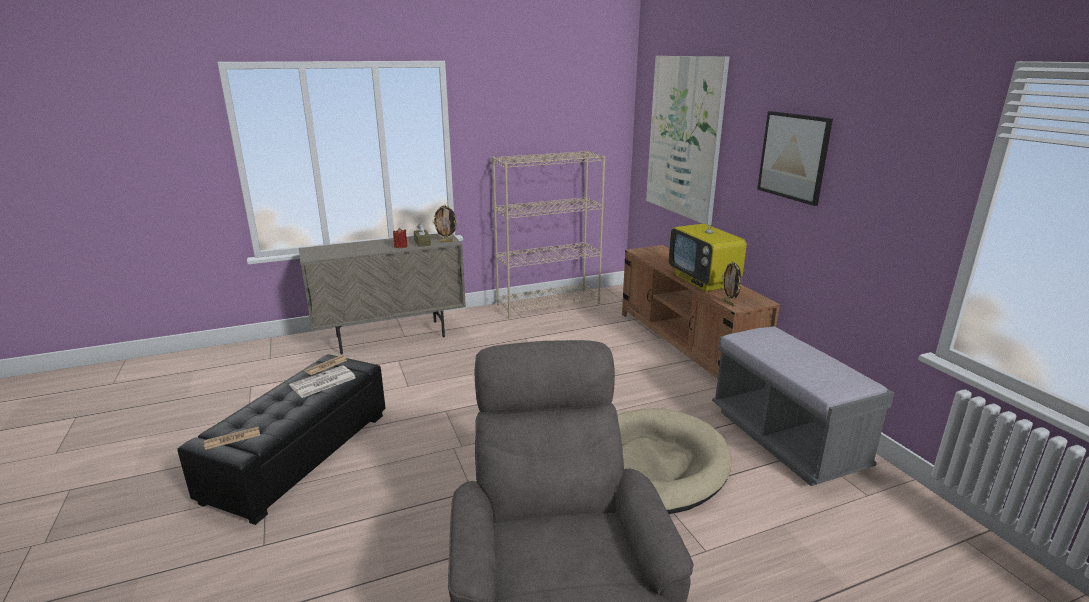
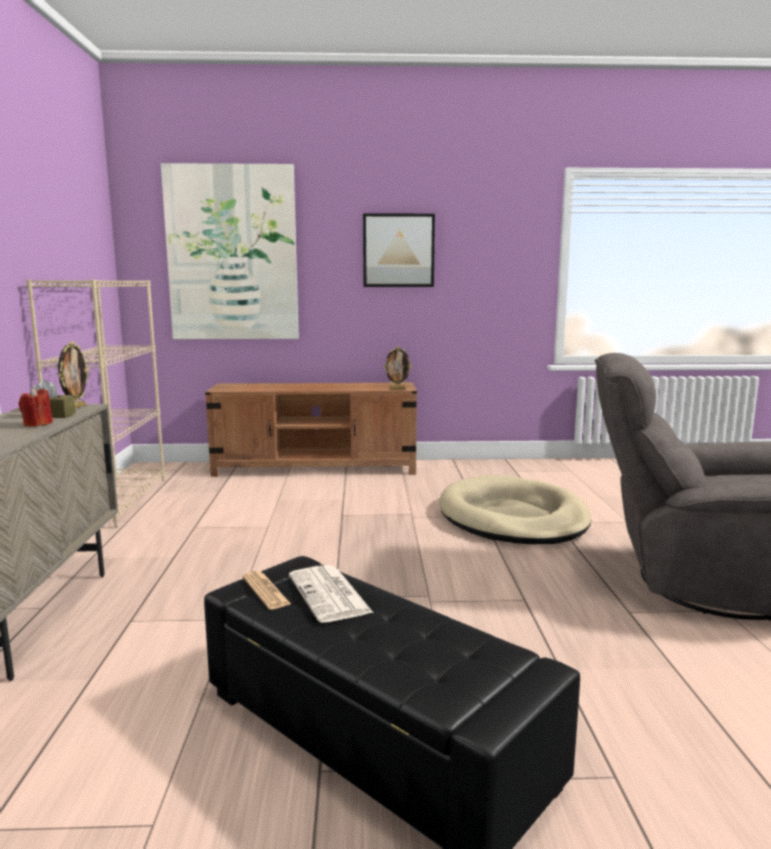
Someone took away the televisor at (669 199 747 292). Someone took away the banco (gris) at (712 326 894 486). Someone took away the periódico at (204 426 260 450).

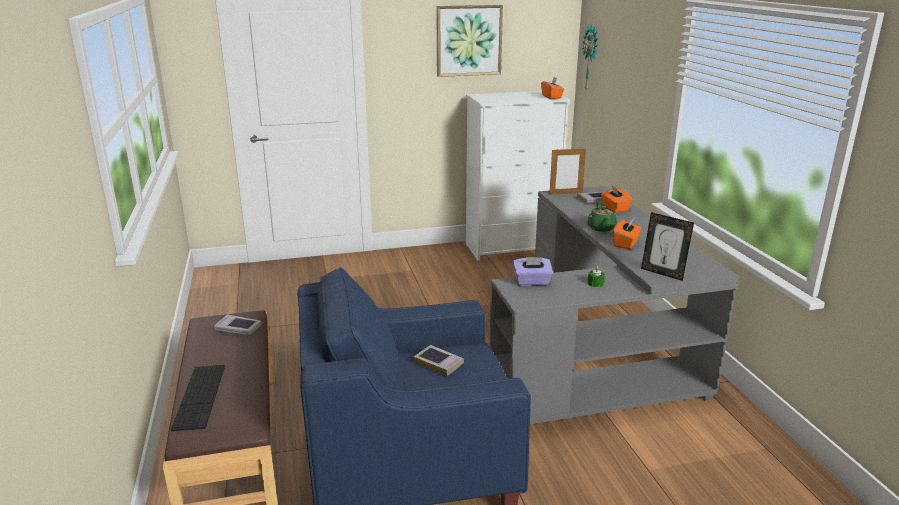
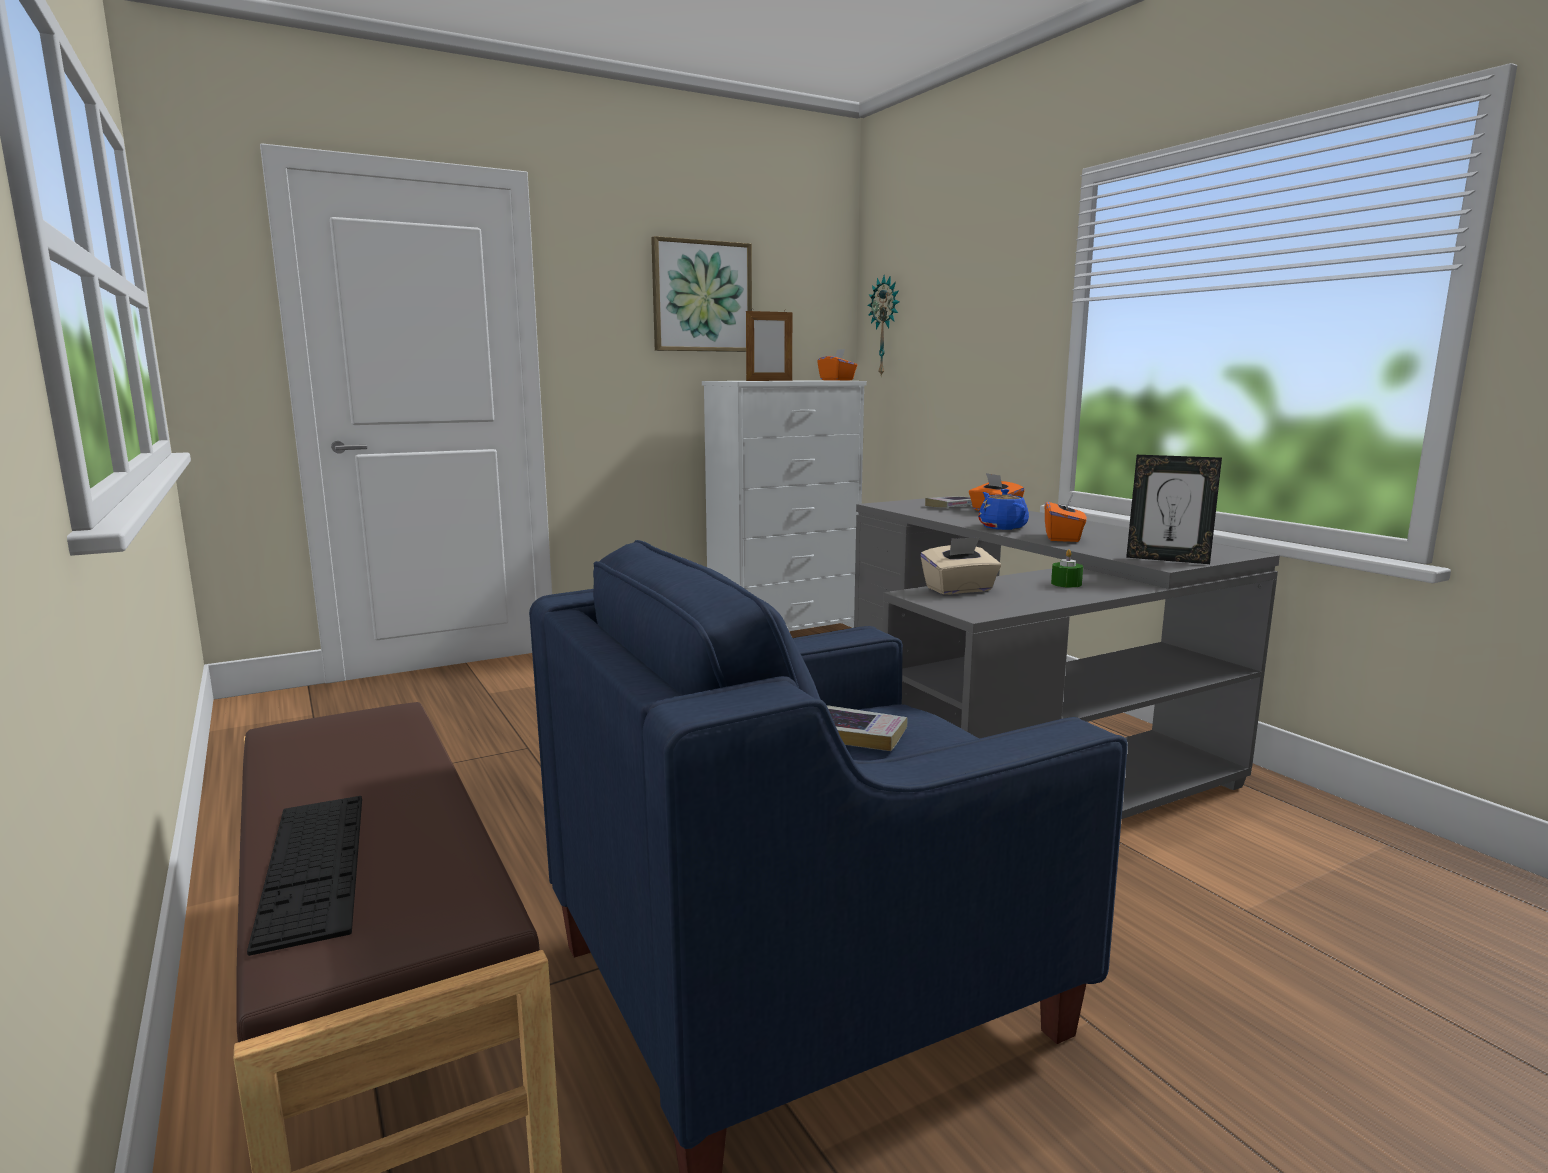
Someone carried the portarretratos from (549 147 586 195) to (746 310 792 381). Someone repainted the tetera (verde) at (587 203 617 232), which became the tetera (azul) at (978 489 1029 530). Someone repainted the caja de pañuelos (morado) at (513 257 553 286), which became the caja de pañuelos (beis) at (920 537 1001 594). Someone took away the libro at (214 314 262 335).

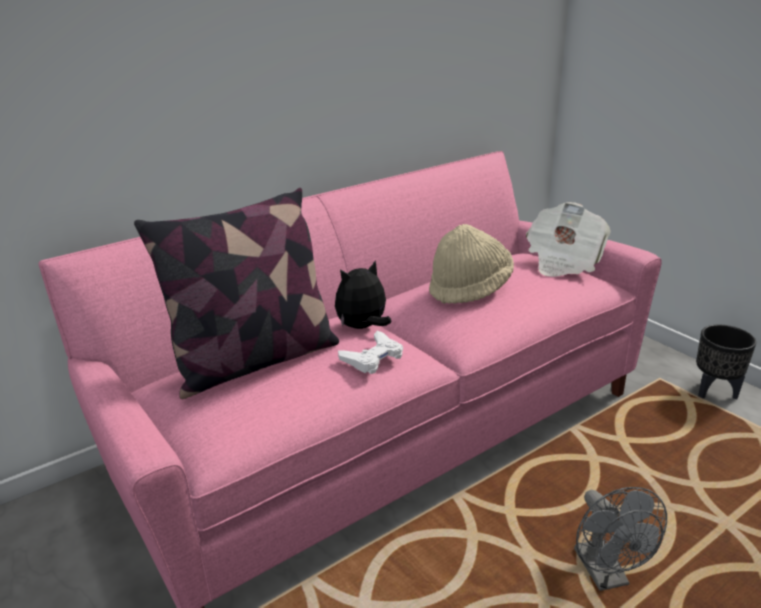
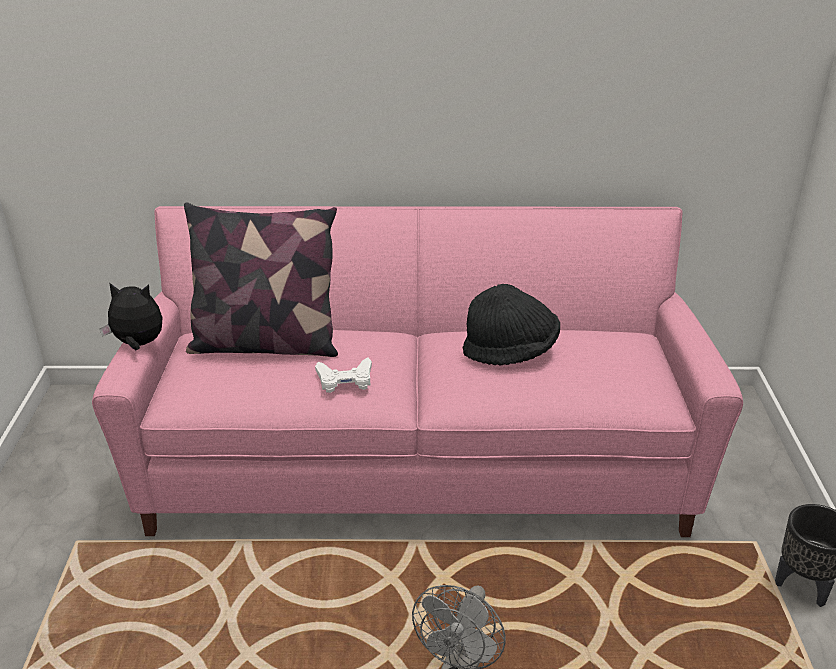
Someone took away the periódico at (526 202 611 277). Someone repainted the sombrero (beis) at (429 224 514 304), which became the sombrero (negro) at (463 284 560 366). Someone carried the peluche from (335 260 391 329) to (100 282 163 350).

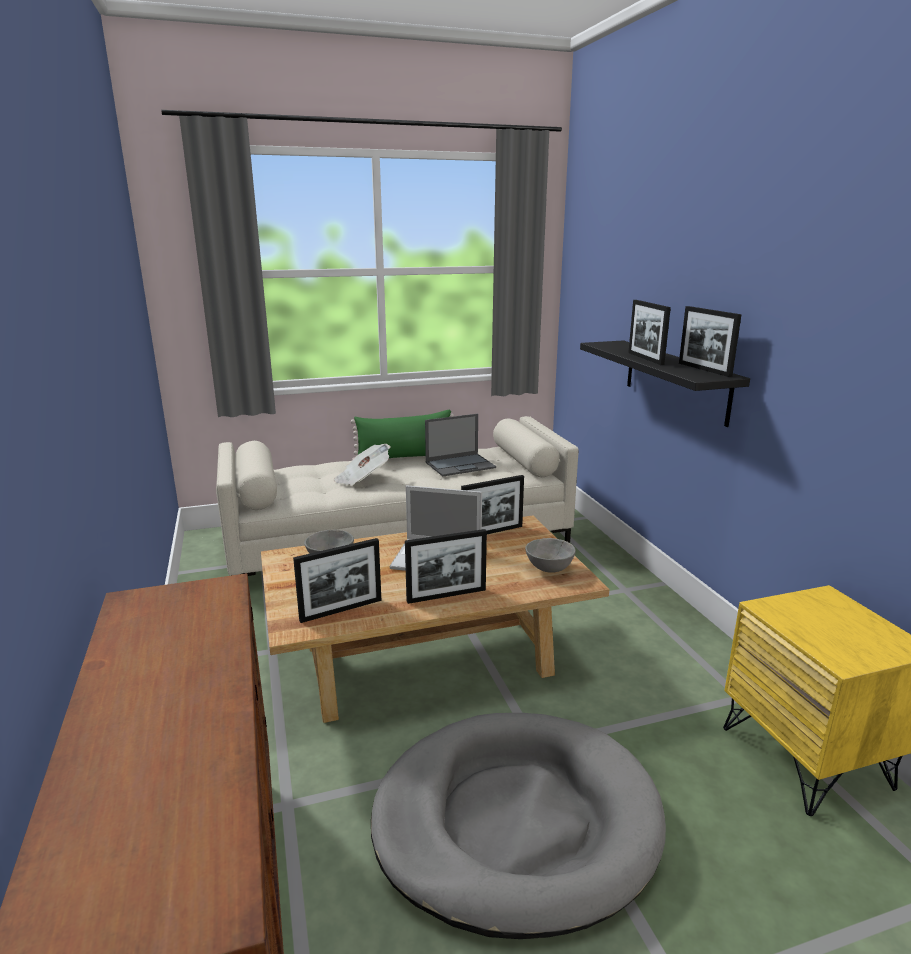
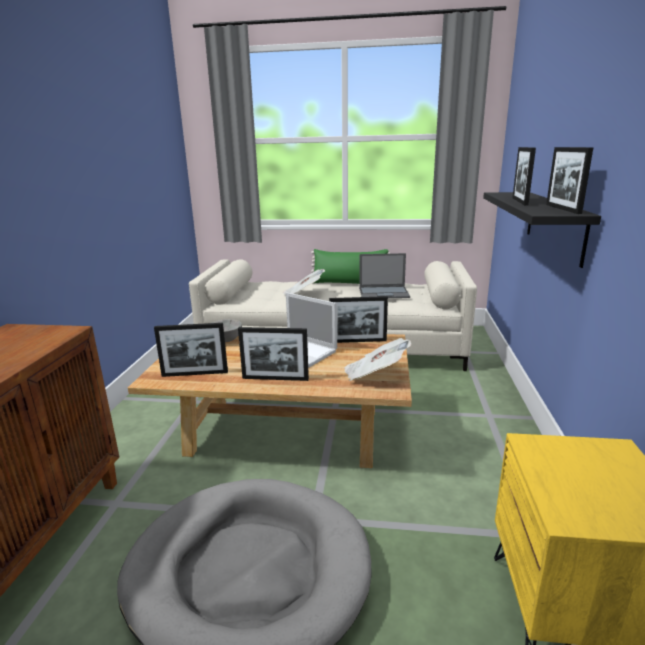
Someone swapped the cuenco (gris) at (525 538 576 573) for the periódico at (344 338 411 381).

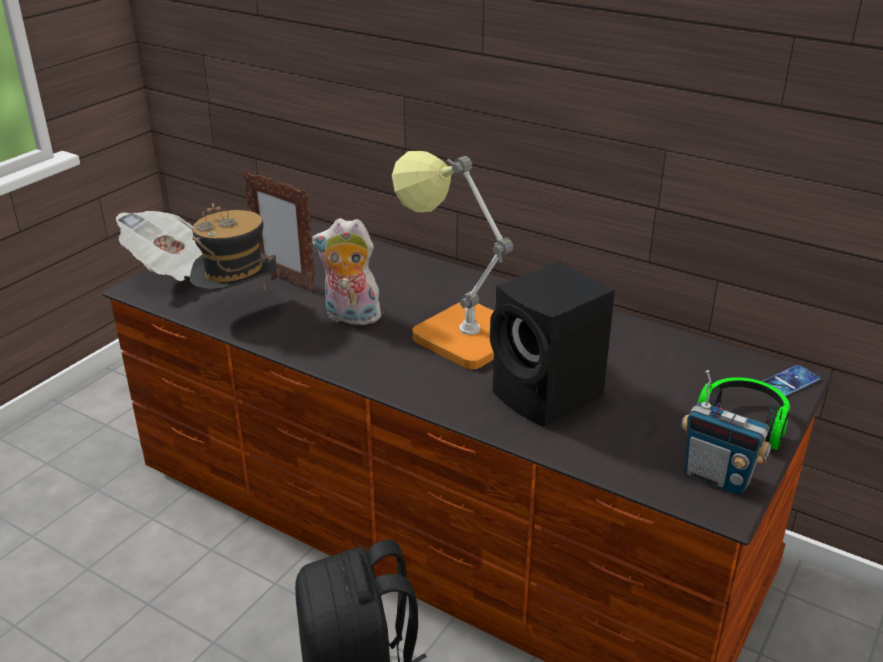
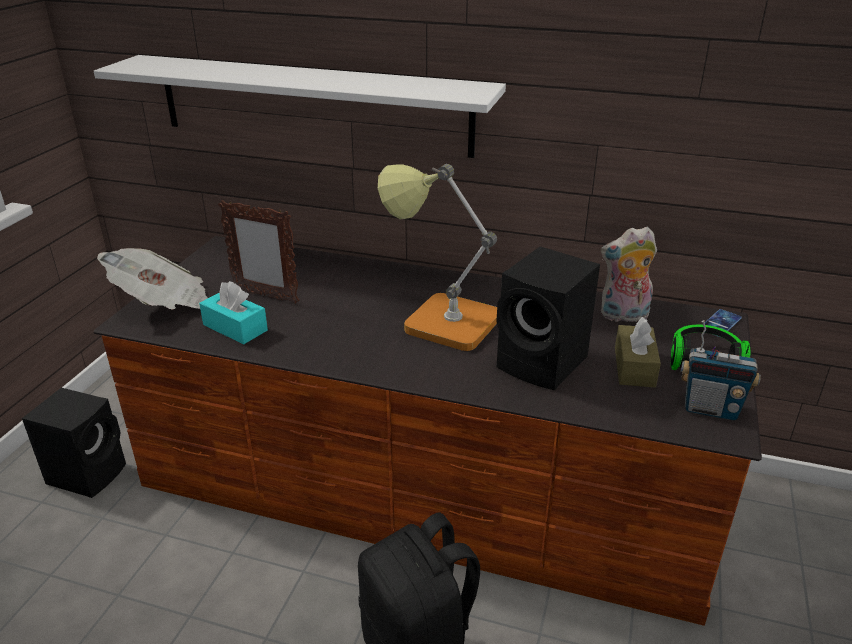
Someone swapped the sombrero at (190 203 280 291) for the caja de pañuelos (turquesa) at (199 281 268 344). Someone carried the peluche from (312 218 381 326) to (601 227 657 322). Someone put up the estante (blanco) at (94 55 506 158). Someone put down the caja de pañuelos (marrón) at (615 317 661 388). Someone put down the altavoz (negro) at (22 388 126 498).

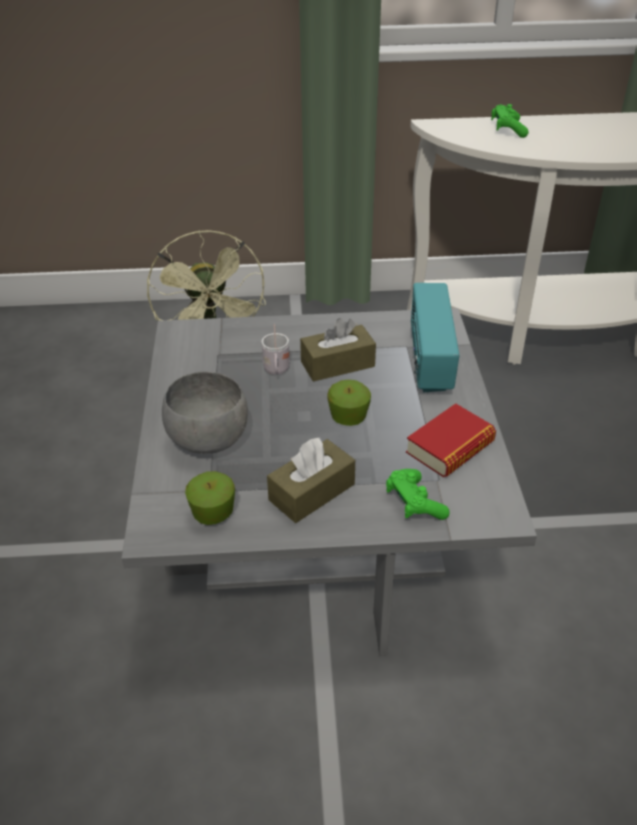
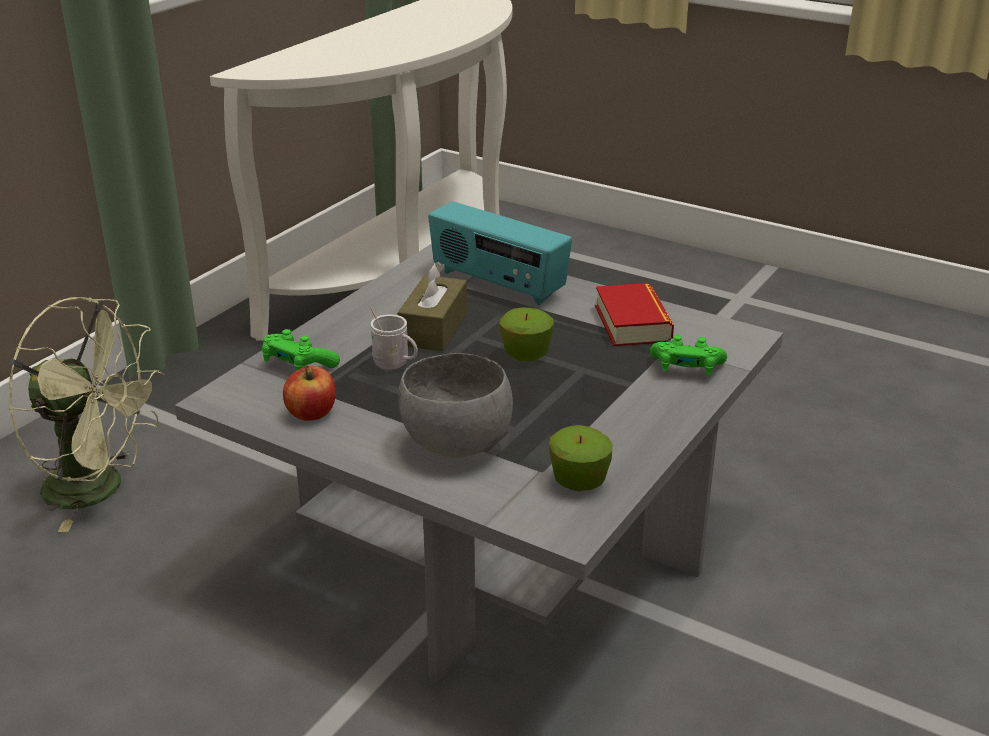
Someone carried the mando de consola (verde) from (491 104 529 138) to (262 329 340 371). Someone took away the caja de pañuelos (marrón) at (267 438 355 523). Someone put down the manzana at (283 365 336 421).

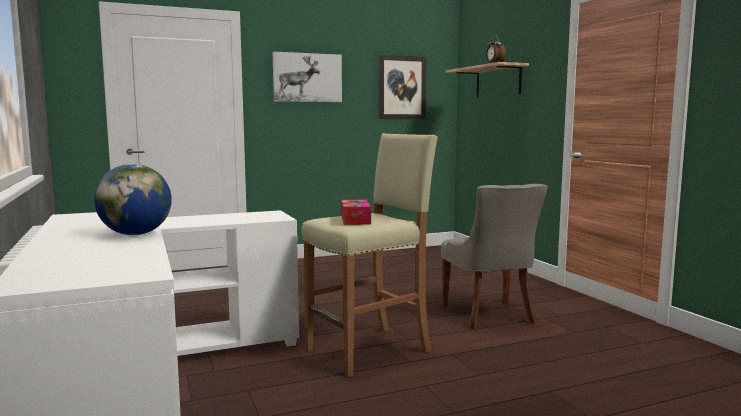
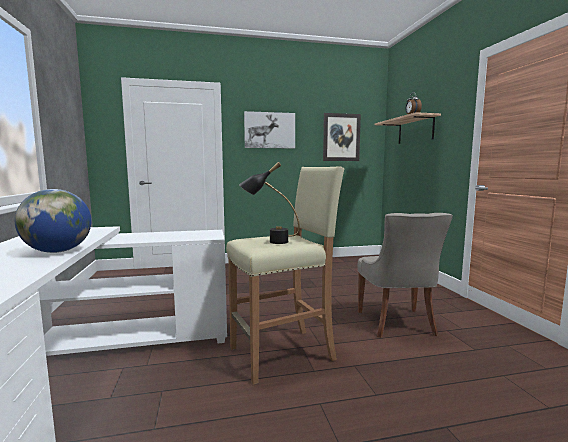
Someone swapped the caja de pañuelos at (341 200 371 225) for the lámpara de mesa (negro) at (239 162 300 244).

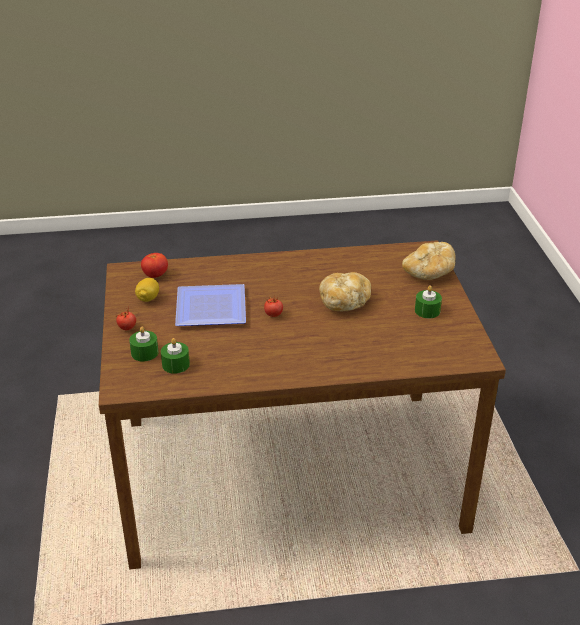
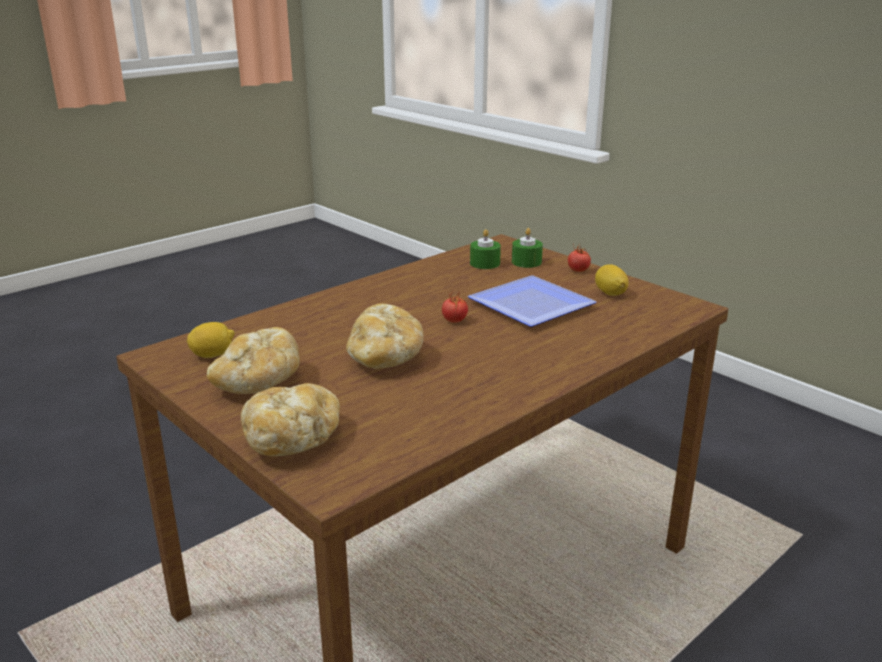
Someone took away the tomate at (141 253 168 278). Someone swapped the vela (verde) at (415 285 442 318) for the pan at (207 327 300 394). Someone put down the limón at (187 322 235 358).

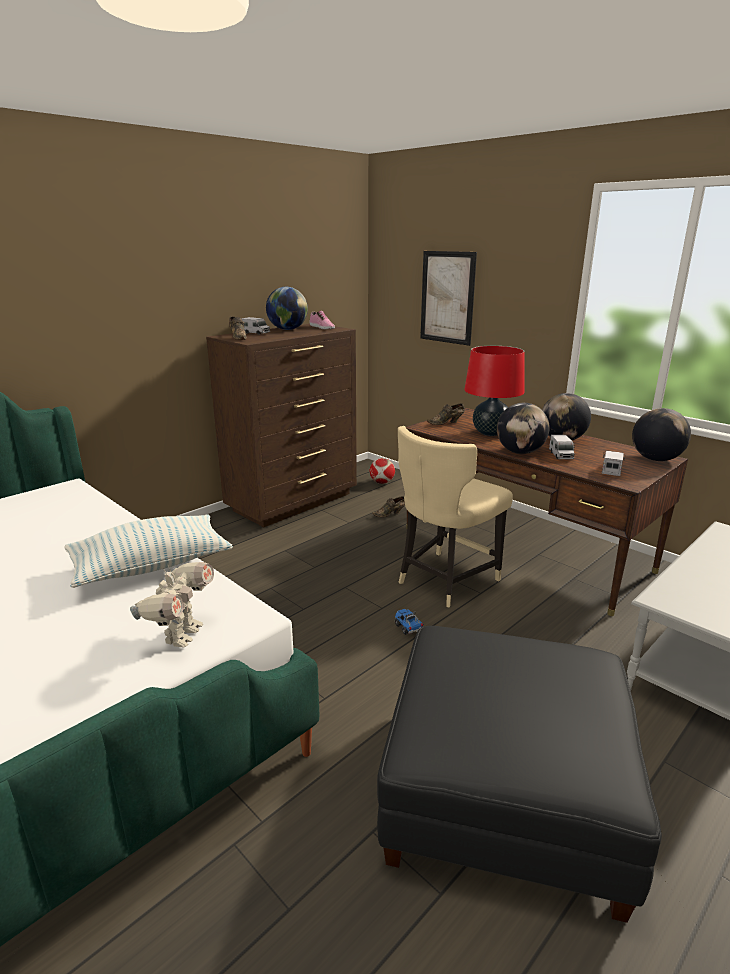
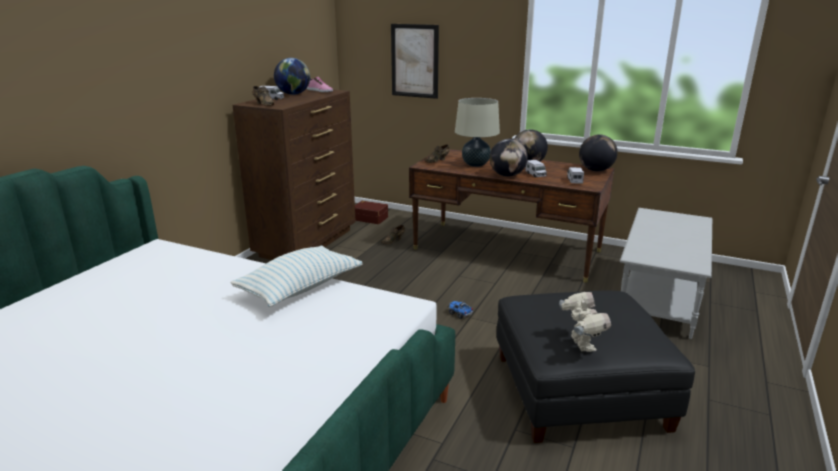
Someone repainted the lámpara de mesa (rojo) at (464 346 525 436), which became the lámpara de mesa (beis) at (455 98 500 167). Someone took away the silla (beis) at (398 426 513 608). Someone swapped the balón de fútbol at (369 458 395 484) for the caja de almacenaje (marrón) at (355 201 388 224). Someone carried the robot de juguete from (130 562 214 647) to (559 292 611 352).

